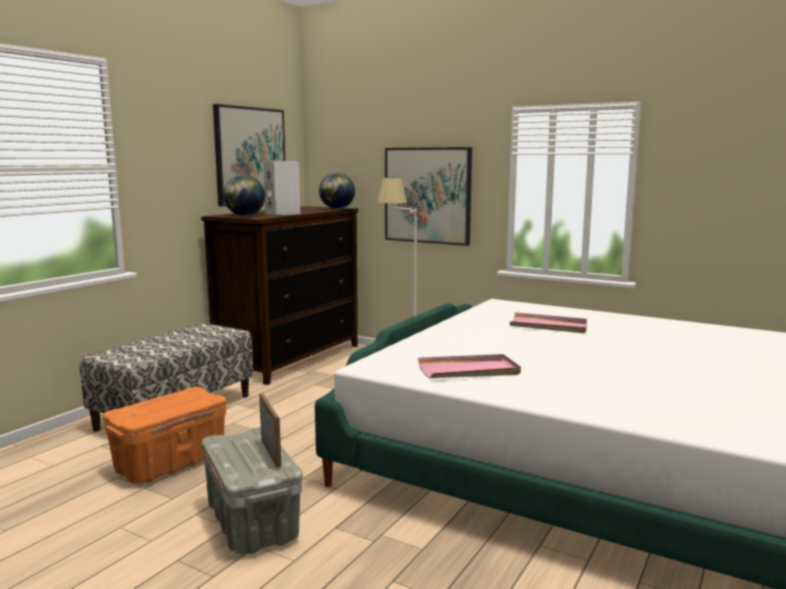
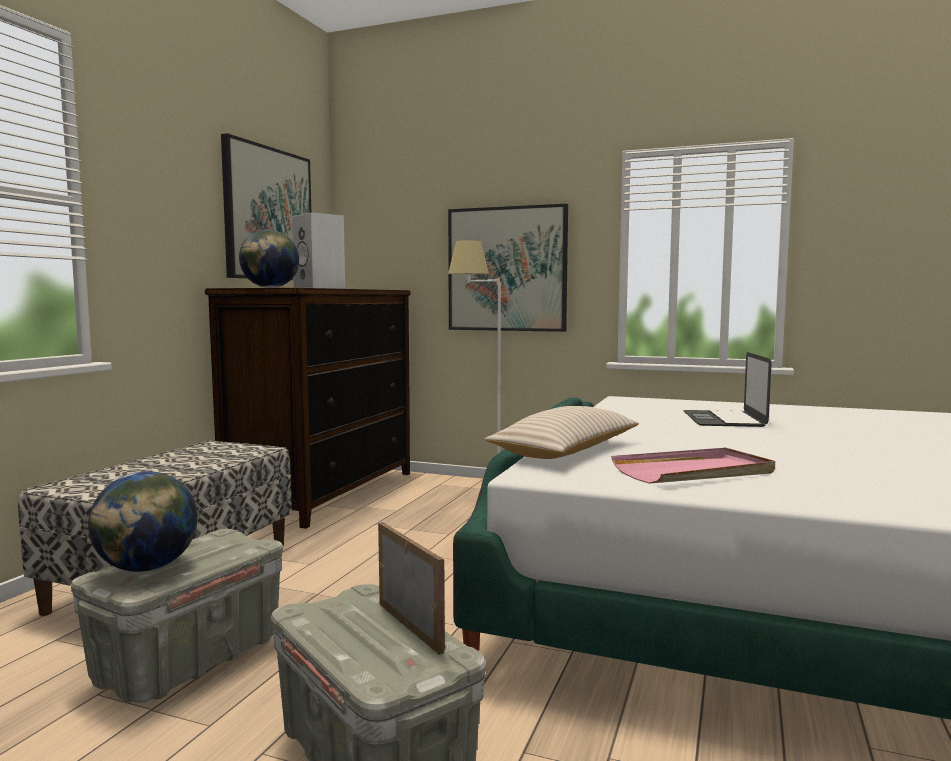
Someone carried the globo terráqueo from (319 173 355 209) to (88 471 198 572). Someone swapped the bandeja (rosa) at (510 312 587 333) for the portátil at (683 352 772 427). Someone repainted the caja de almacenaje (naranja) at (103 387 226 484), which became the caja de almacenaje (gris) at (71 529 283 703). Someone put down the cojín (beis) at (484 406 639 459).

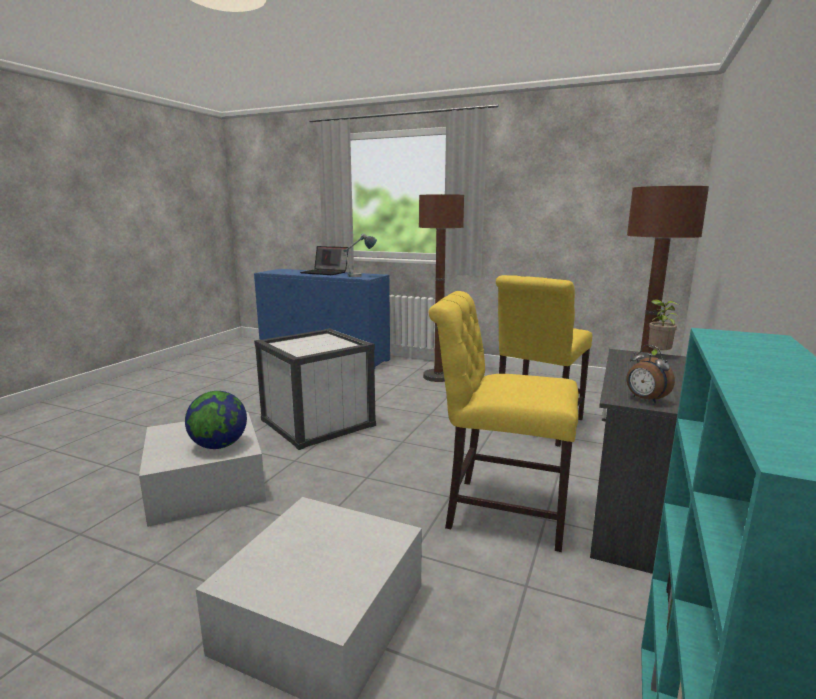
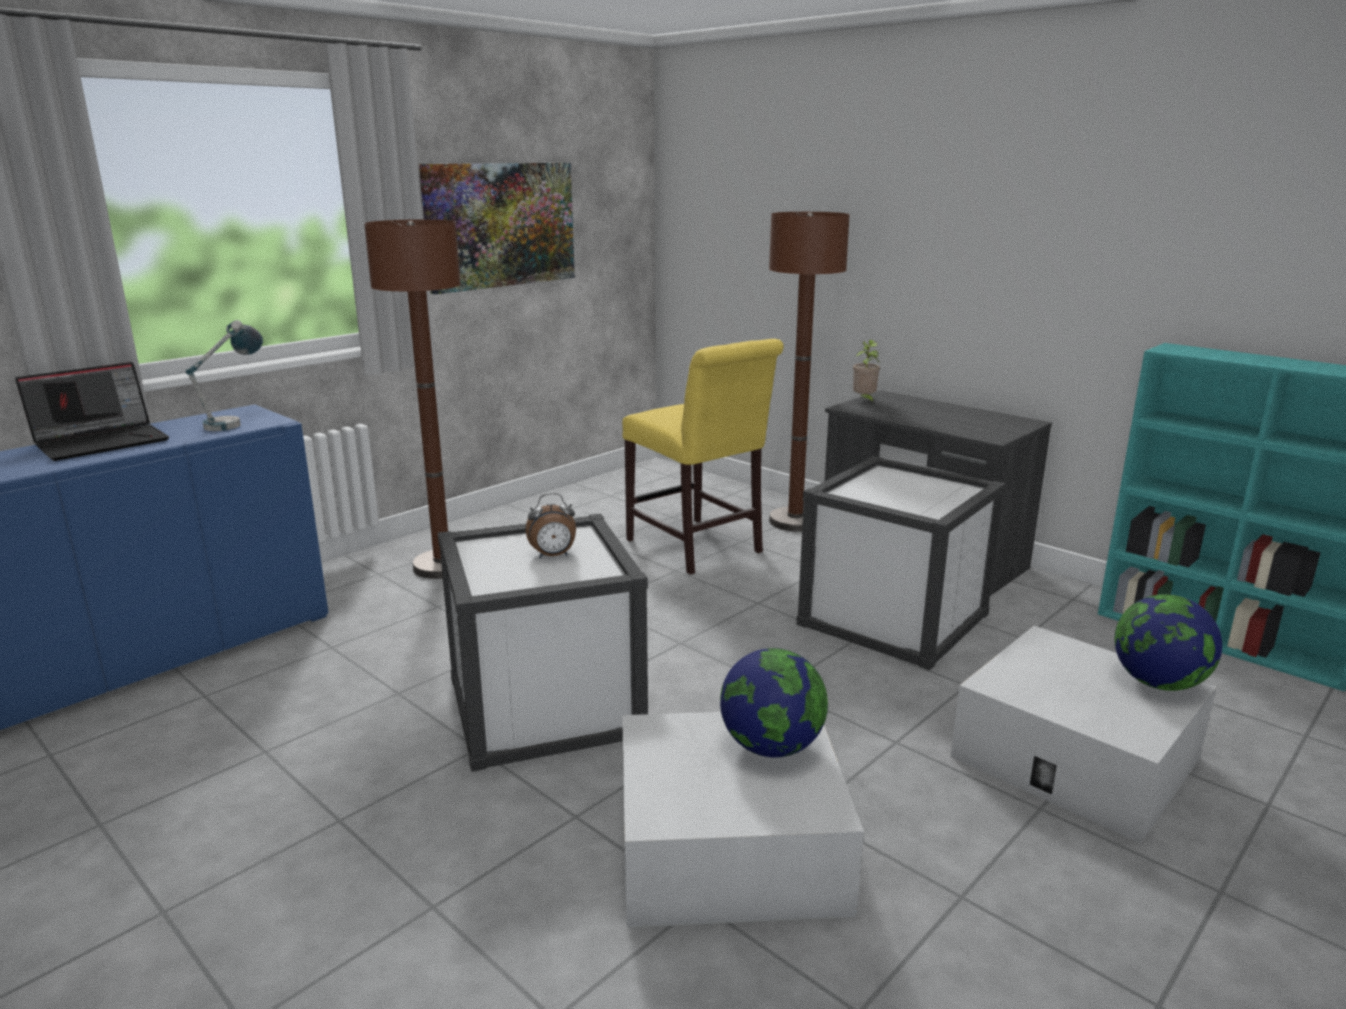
Someone swapped the silla (amarillo) at (429 291 579 552) for the caja de almacenaje (blanco) at (796 456 1006 670). Someone carried the despertador from (627 345 675 403) to (525 493 576 558). Someone put up the cuadro at (419 163 575 294). Someone put down the globo terráqueo at (1115 594 1222 691).

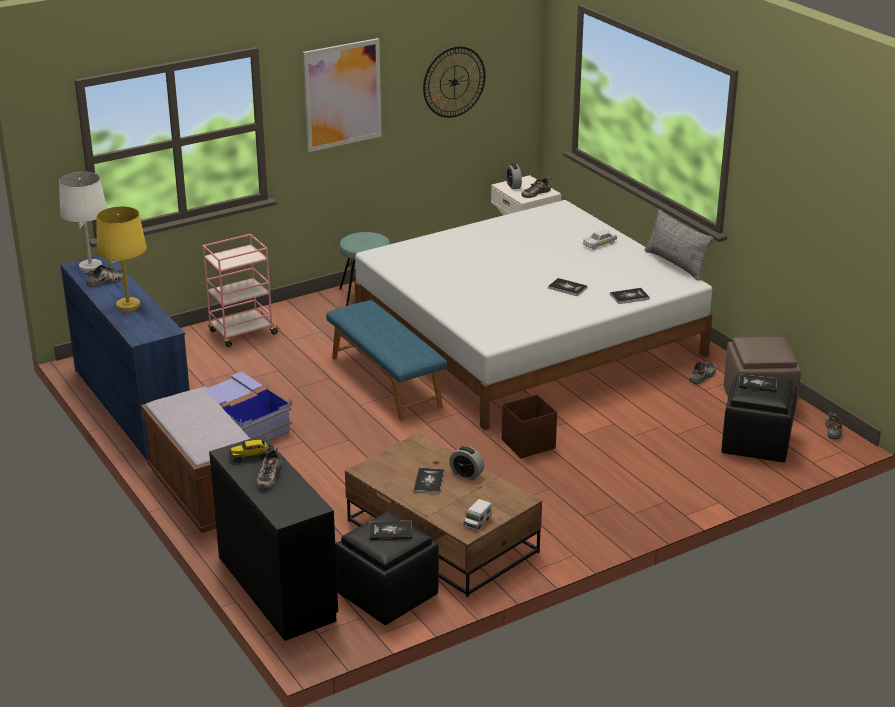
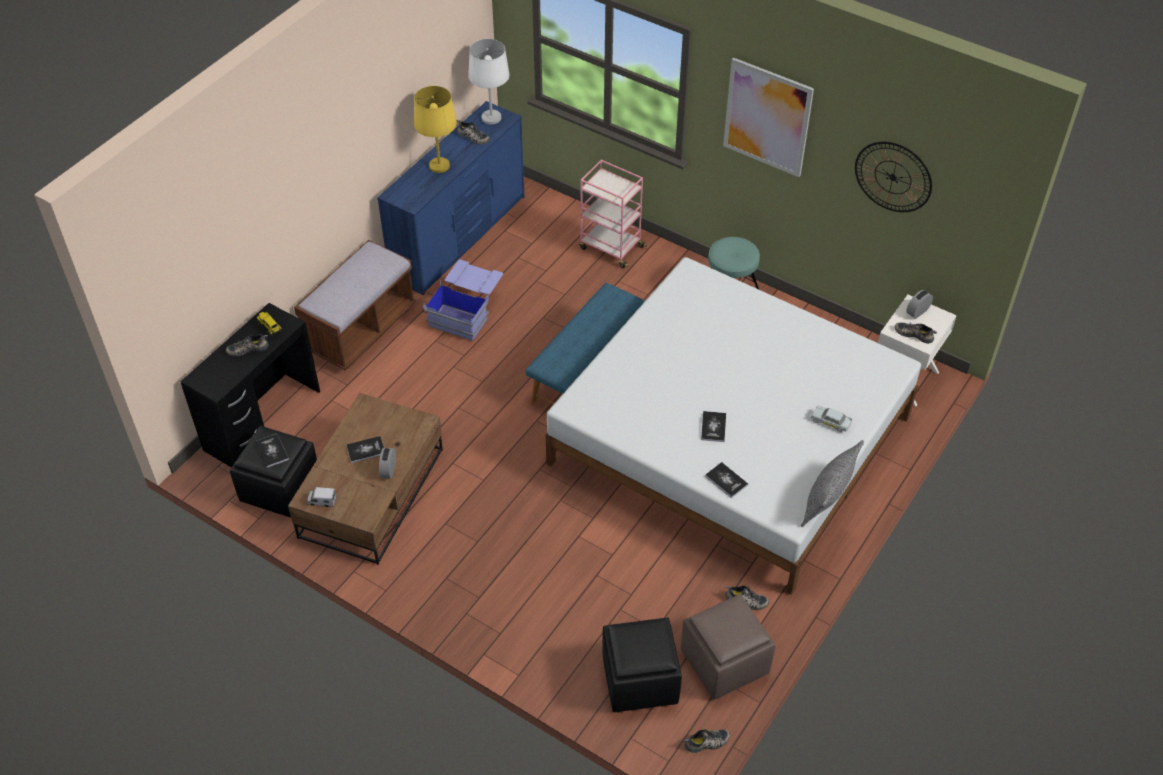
Someone took away the libro at (739 374 777 392). Someone took away the caja de almacenaje (marrón) at (502 394 557 458).

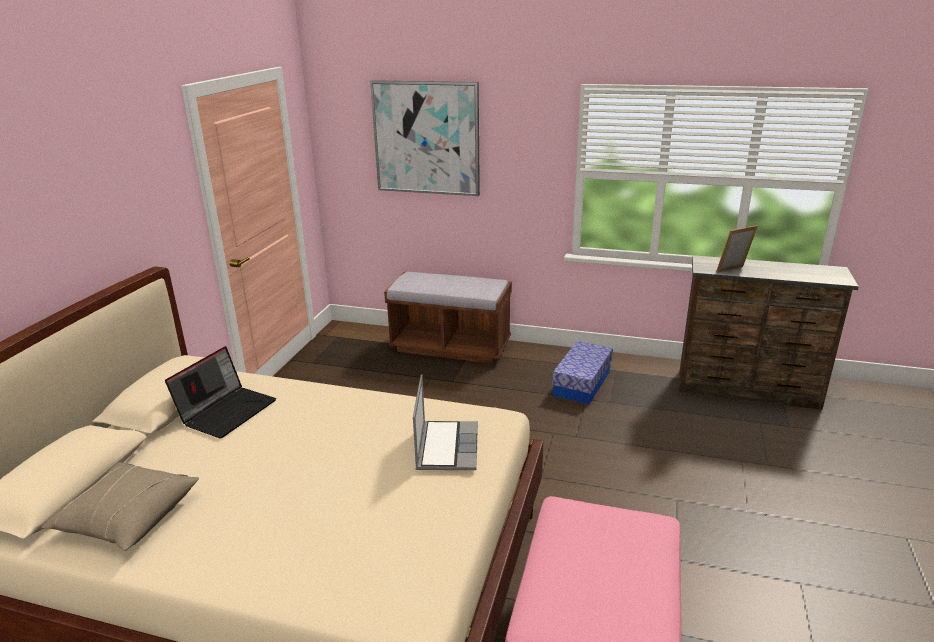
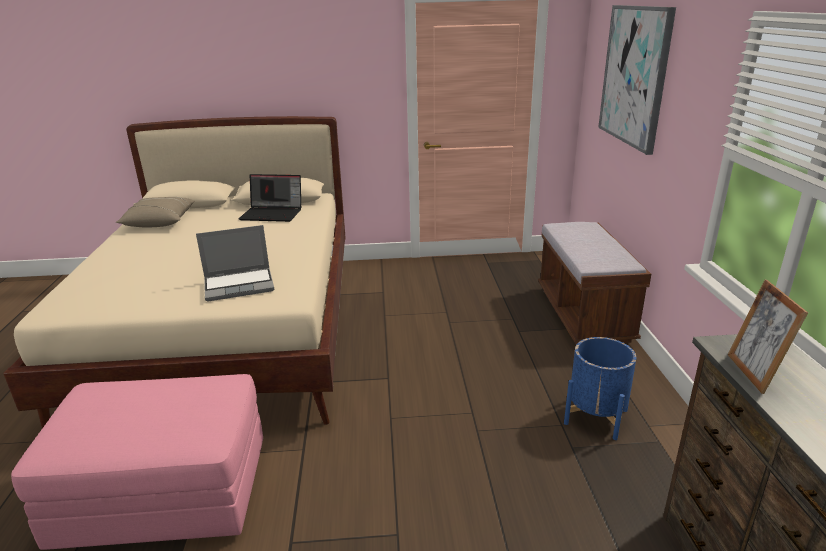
Someone rotated the portarretratos at (716 225 758 273) by 135 degrees counterclockwise. Someone swapped the caja de almacenaje at (552 341 613 405) for the maceta (azul) at (564 337 637 440).

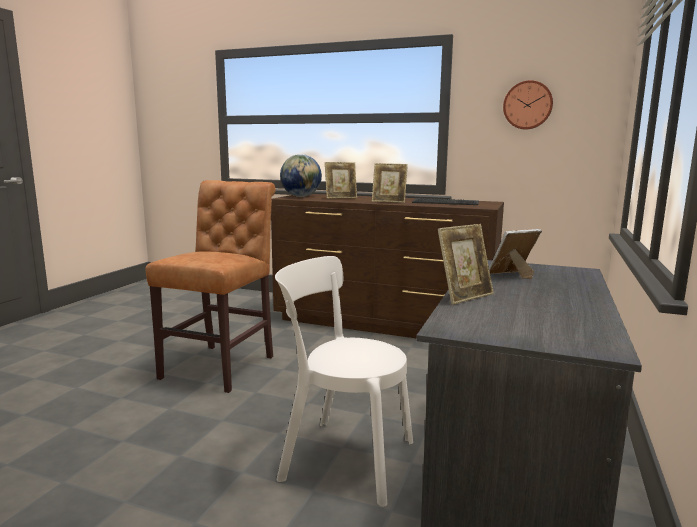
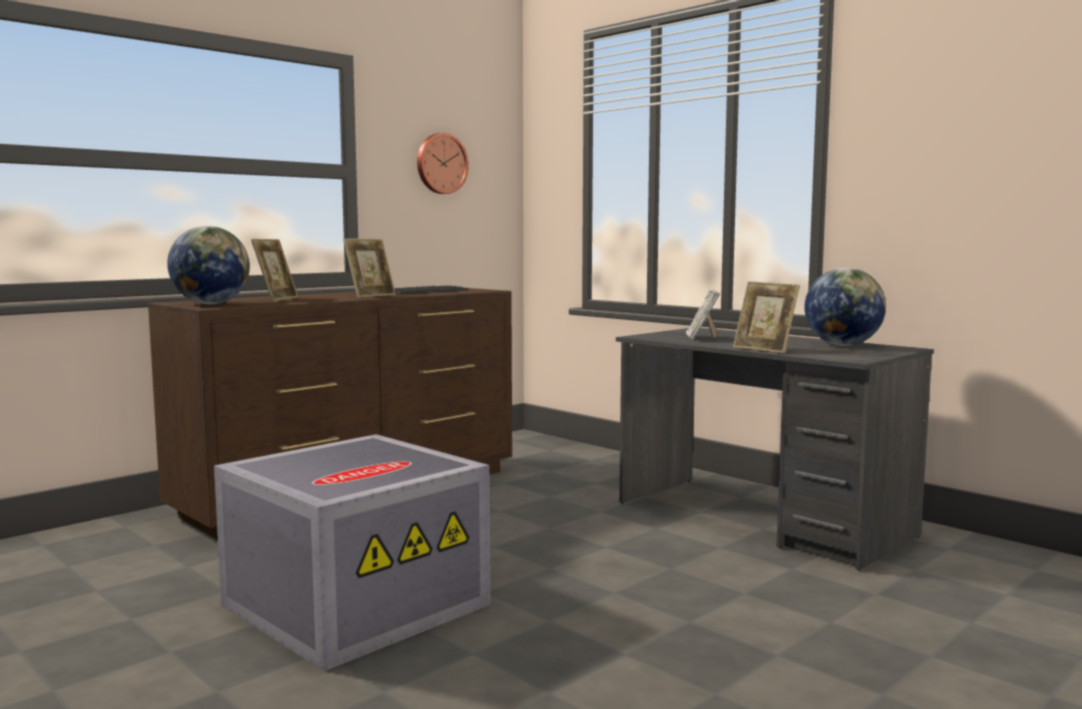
Someone swapped the silla (marrón) at (145 180 275 393) for the caja de almacenaje (gris) at (214 434 490 671). Someone rotated the portarretratos at (438 224 494 305) by 150 degrees clockwise. Someone took away the silla (blanco) at (275 256 413 507). Someone put down the globo terráqueo at (804 268 886 346).

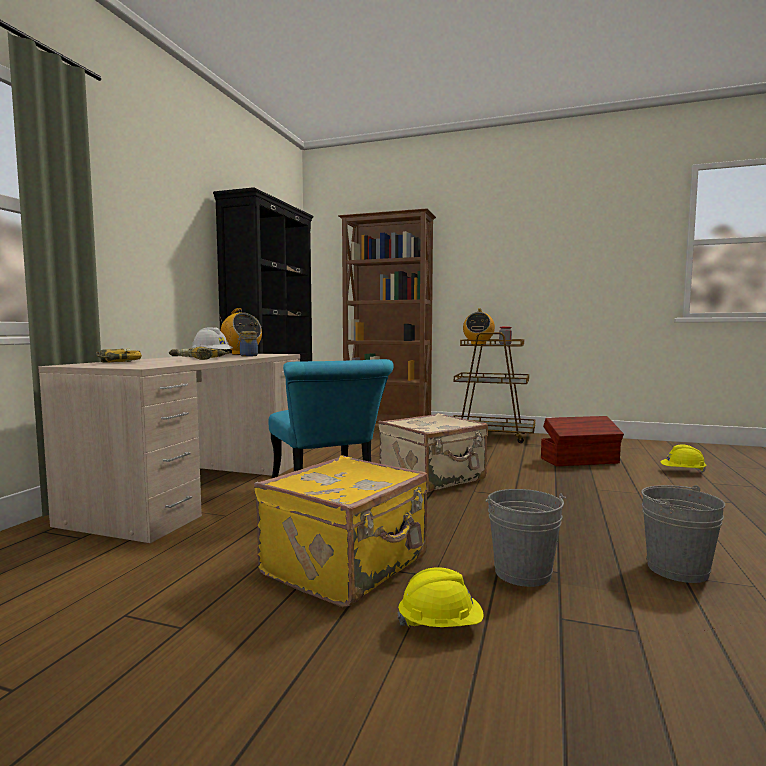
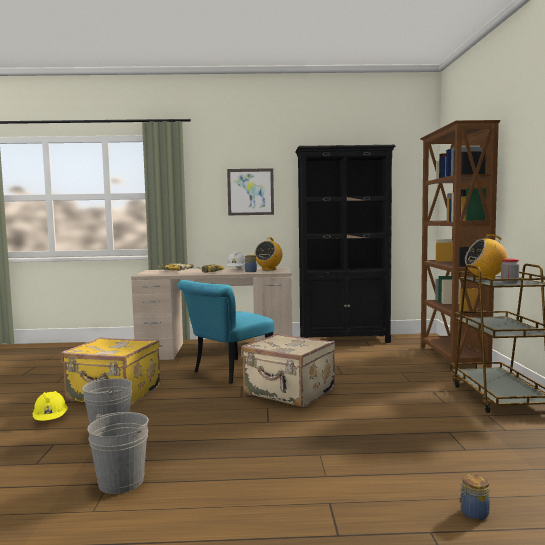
Someone took away the caja de almacenaje (marrón) at (541 416 624 466). Someone swapped the casco (amarillo) at (661 444 707 472) for the tarro at (459 474 490 520). Someone put up the cuadro at (227 168 274 215).

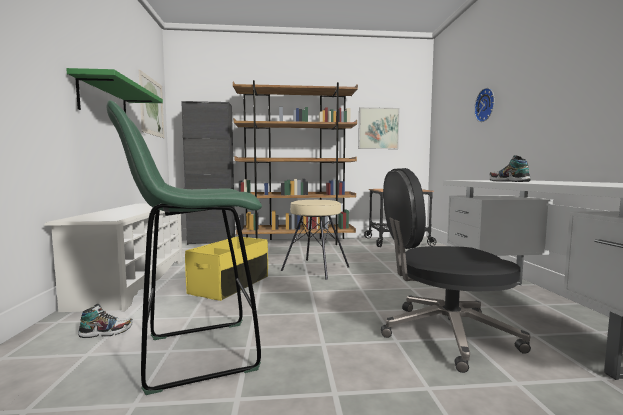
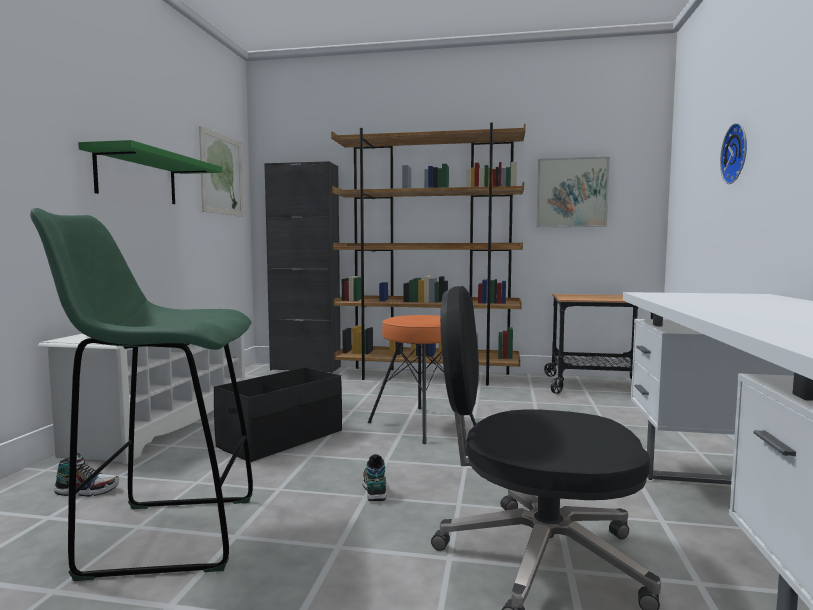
Someone carried the zapato from (490 155 531 182) to (362 454 387 501). Someone repainted the taburete (beis) at (281 200 349 280), which became the taburete (naranja) at (368 315 476 444). Someone repainted the caja de almacenaje (amarillo) at (185 236 268 301), which became the caja de almacenaje (negro) at (214 367 342 462).

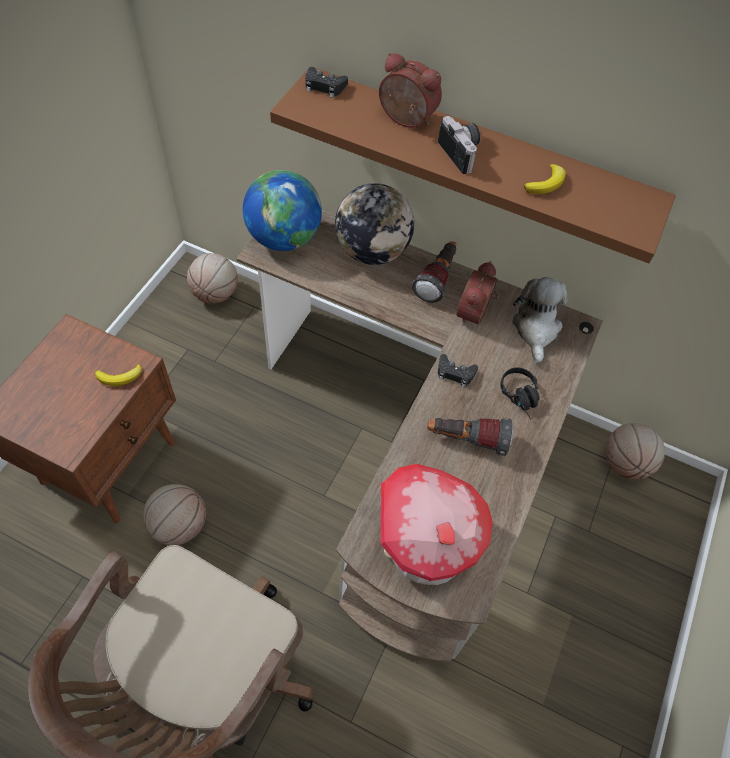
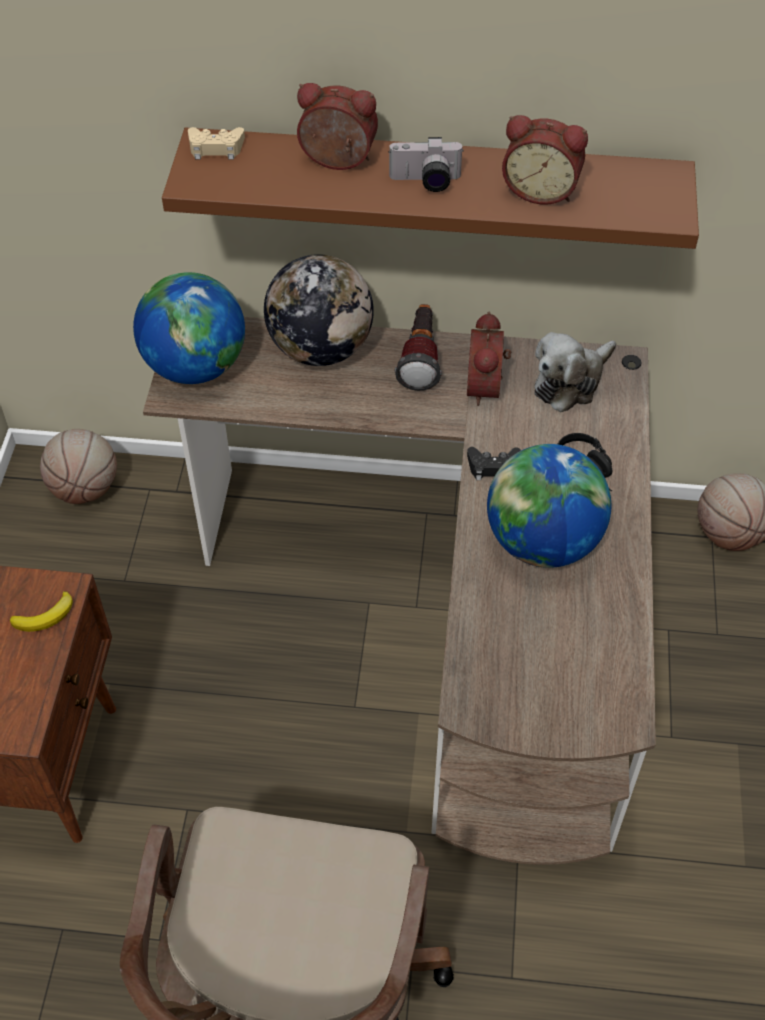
Someone repainted the mando de consola (negro) at (305 67 348 98), which became the mando de consola (beis) at (188 127 245 159). Someone rotated the cámara at (438 116 480 174) by 135 degrees clockwise. Someone swapped the plátano at (524 164 566 194) for the despertador at (502 115 588 205). Someone rotated the peluche at (512 277 568 364) by 120 degrees counterclockwise. Someone swapped the linterna at (427 418 513 456) for the globo terráqueo at (487 444 611 568). Someone took away the casita at (381 464 493 585). Someone took away the balón de baloncesto at (143 484 206 546).

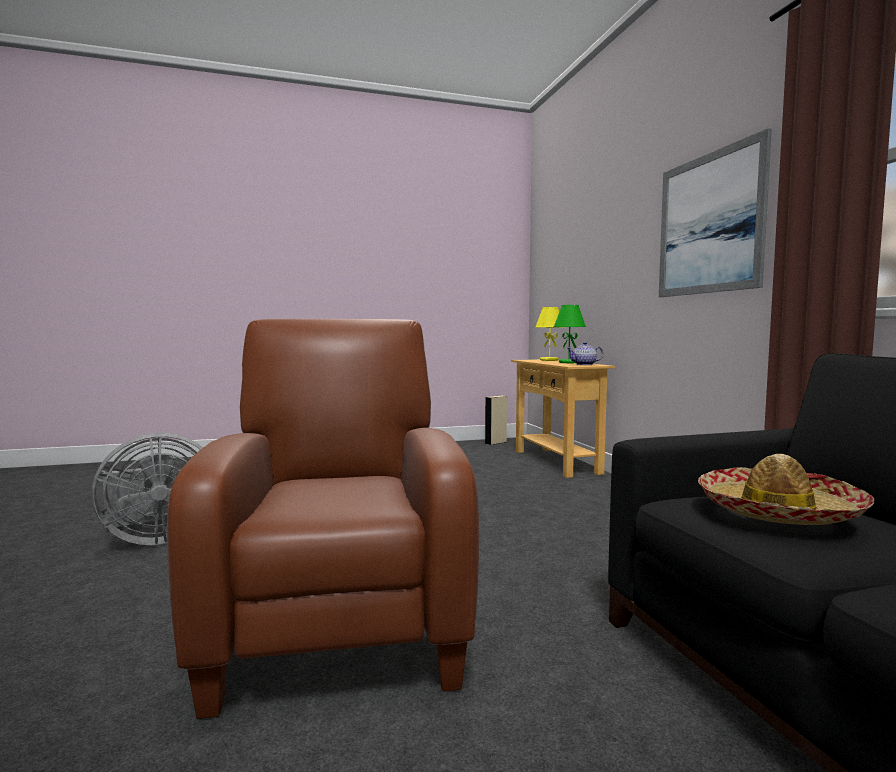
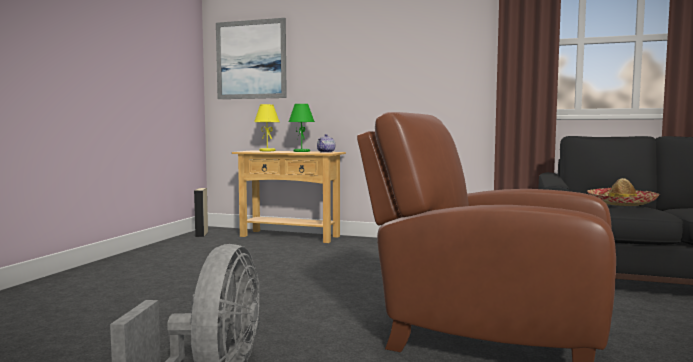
Someone carried the cuadro from (659 128 772 297) to (216 18 287 99).

